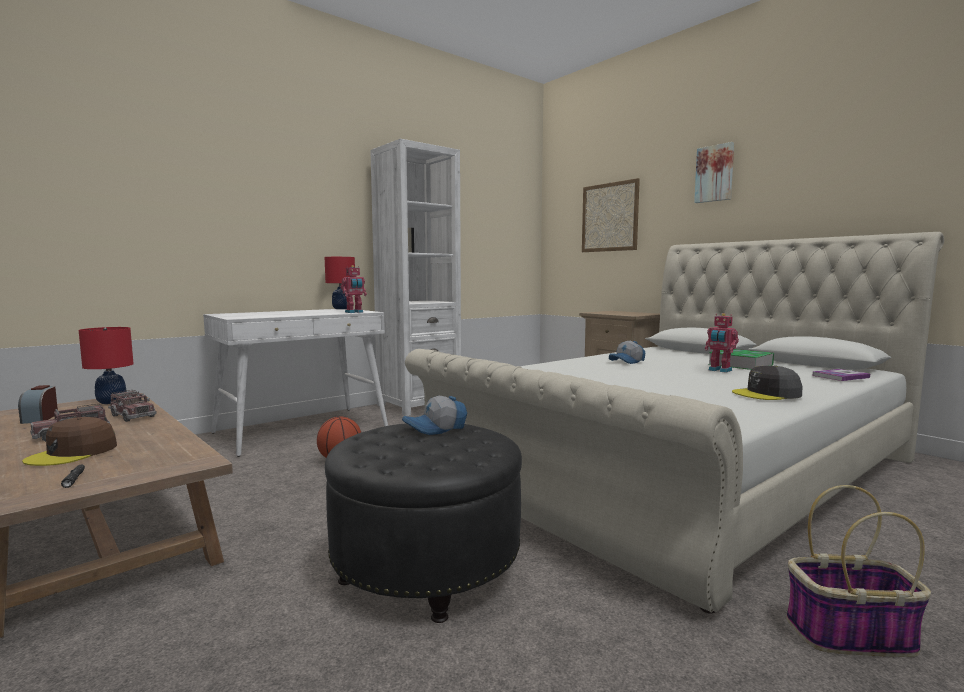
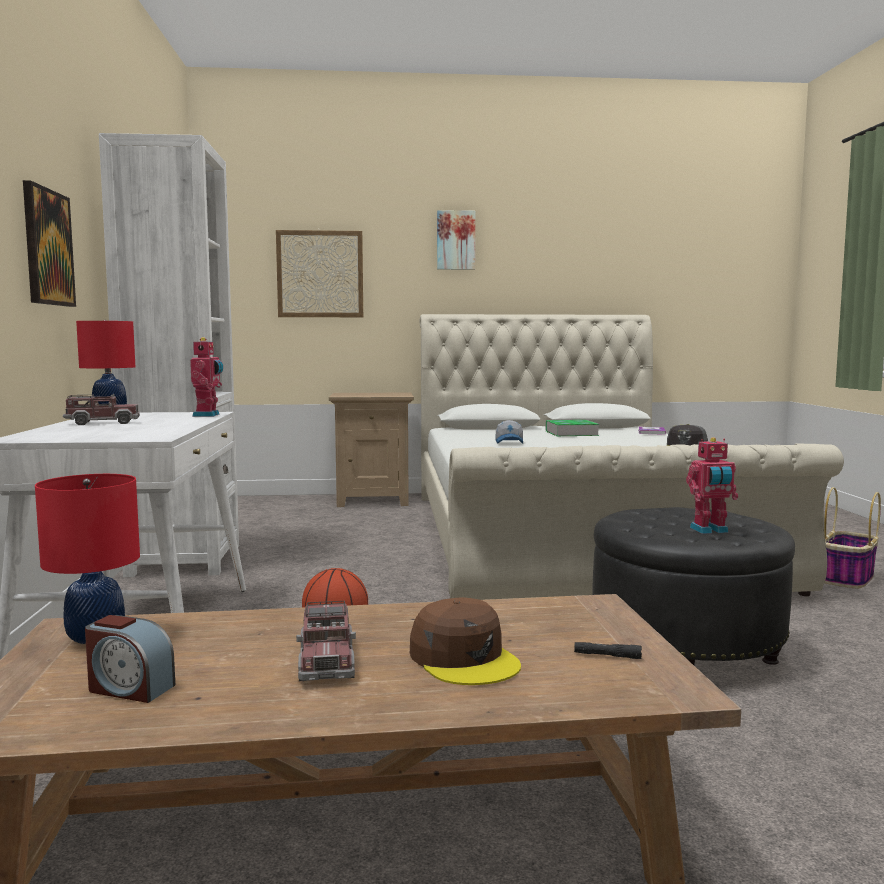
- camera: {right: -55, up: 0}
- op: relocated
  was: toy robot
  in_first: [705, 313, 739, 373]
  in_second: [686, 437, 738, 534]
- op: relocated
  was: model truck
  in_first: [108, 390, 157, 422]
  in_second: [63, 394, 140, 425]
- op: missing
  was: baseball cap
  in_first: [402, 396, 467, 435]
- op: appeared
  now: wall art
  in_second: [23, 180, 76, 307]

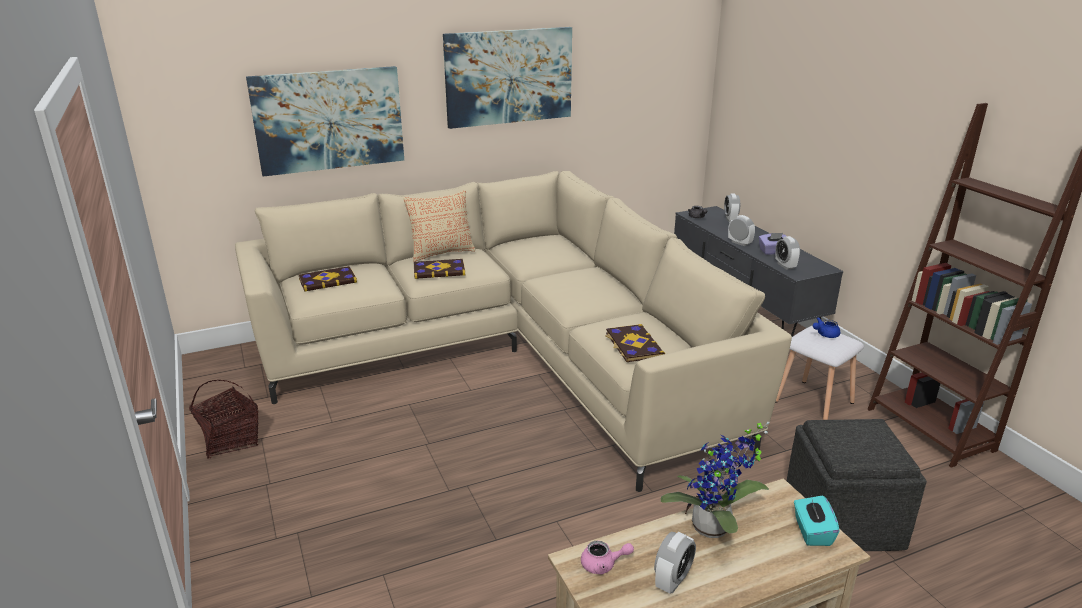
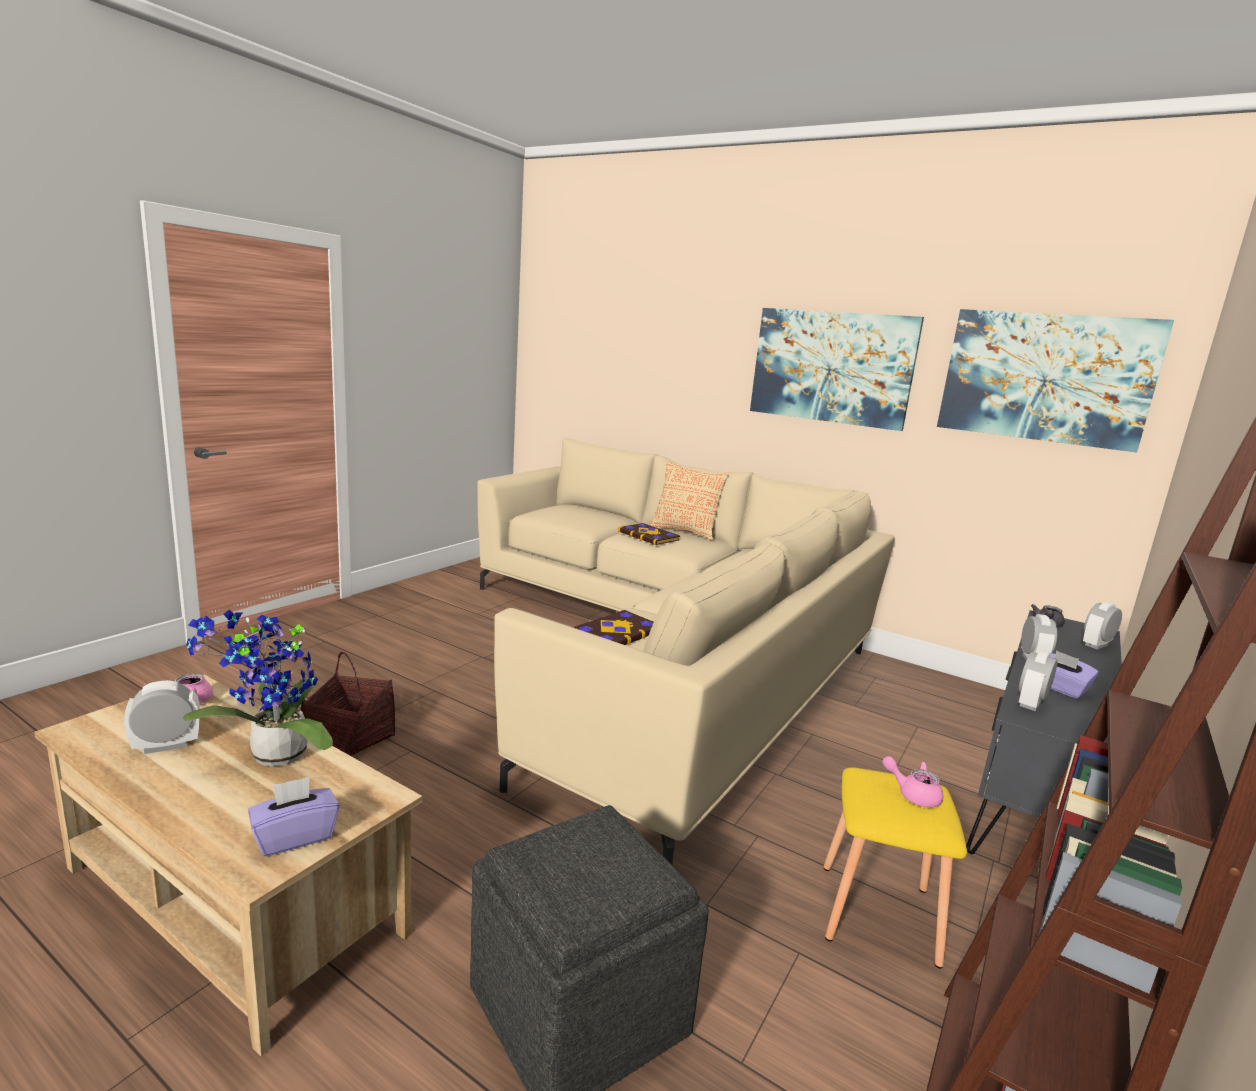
- camera: {right: 55, up: -10}
- op: relocated
  was: wall art
  in_first: [246, 66, 404, 177]
  in_second: [937, 309, 1174, 452]
- op: missing
  was: volume
  in_first: [298, 266, 357, 292]
- op: colour
  was: pot for tea in bluish
  now: pot for tea in pink
  in_first: [813, 317, 840, 338]
  in_second: [882, 756, 943, 807]
- op: colour
  was: sitting stool in whitish
  now: sitting stool in yellow
  in_first: [776, 325, 864, 420]
  in_second: [824, 767, 967, 969]
- op: relocated
  was: basket
  in_first: [189, 380, 259, 459]
  in_second: [301, 652, 395, 756]
- op: colour
  was: box of tissues in turquoise-coloured
  now: box of tissues in purple-coloured
  in_first: [794, 495, 840, 546]
  in_second: [248, 777, 339, 856]
- op: spun
  was: table clock
  in_first: [654, 532, 696, 594]
  in_second: [124, 680, 200, 754]
  clockwise: 150

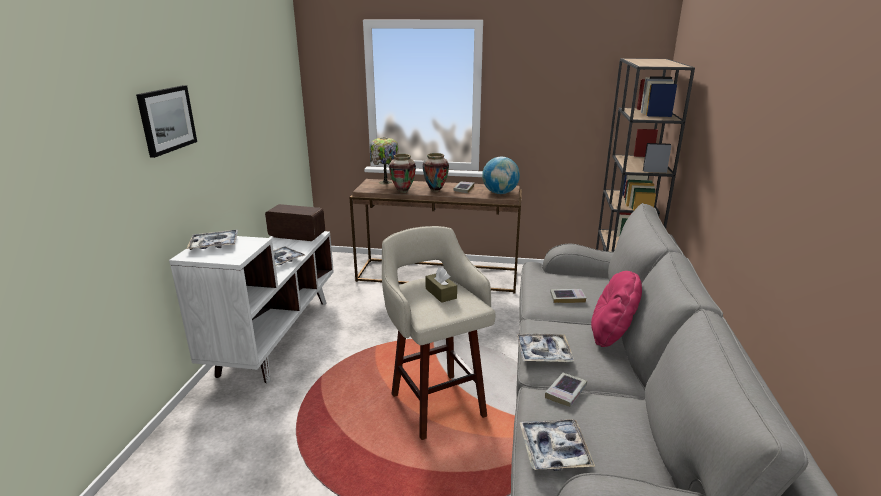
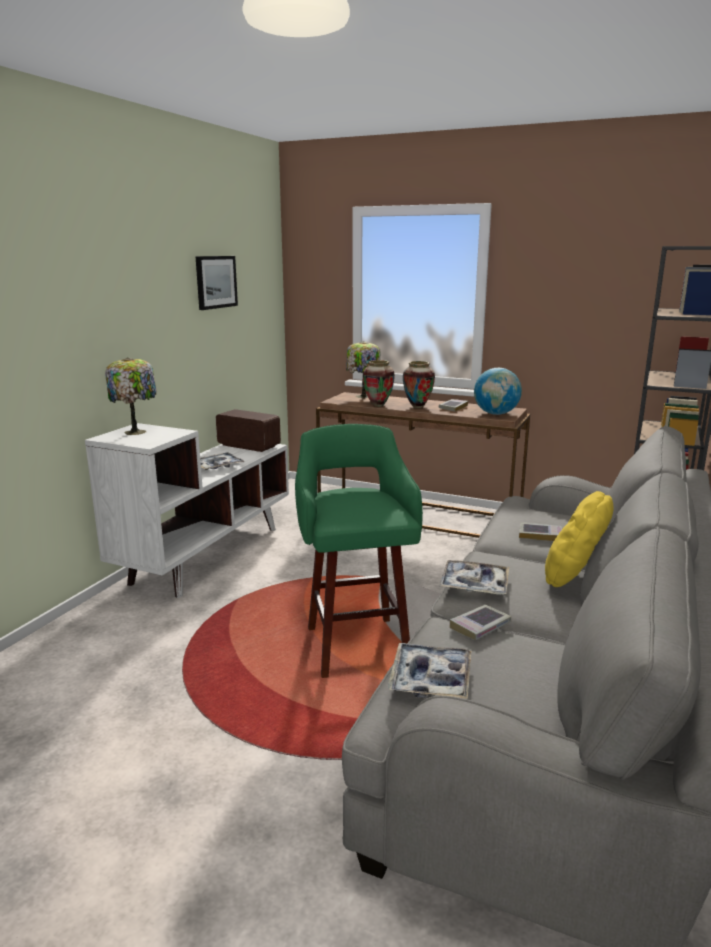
- camera: {right: 15, up: -5}
- op: relocated
  was: wall art
  in_first: [136, 85, 197, 158]
  in_second: [195, 256, 238, 310]
- op: colour
  was: sitting stool in beige
  now: sitting stool in green-coloured
  in_first: [382, 226, 495, 440]
  in_second: [295, 424, 423, 678]
- op: exchanged
  was: tray
  now: table lamp
  in_first: [186, 230, 238, 250]
  in_second: [105, 357, 157, 435]
- op: missing
  was: box of tissues in brown-coloured
  in_first: [425, 267, 457, 303]
- op: colour
  was: cushion in pink
  now: cushion in yellow
  in_first: [591, 271, 642, 347]
  in_second: [545, 491, 614, 587]

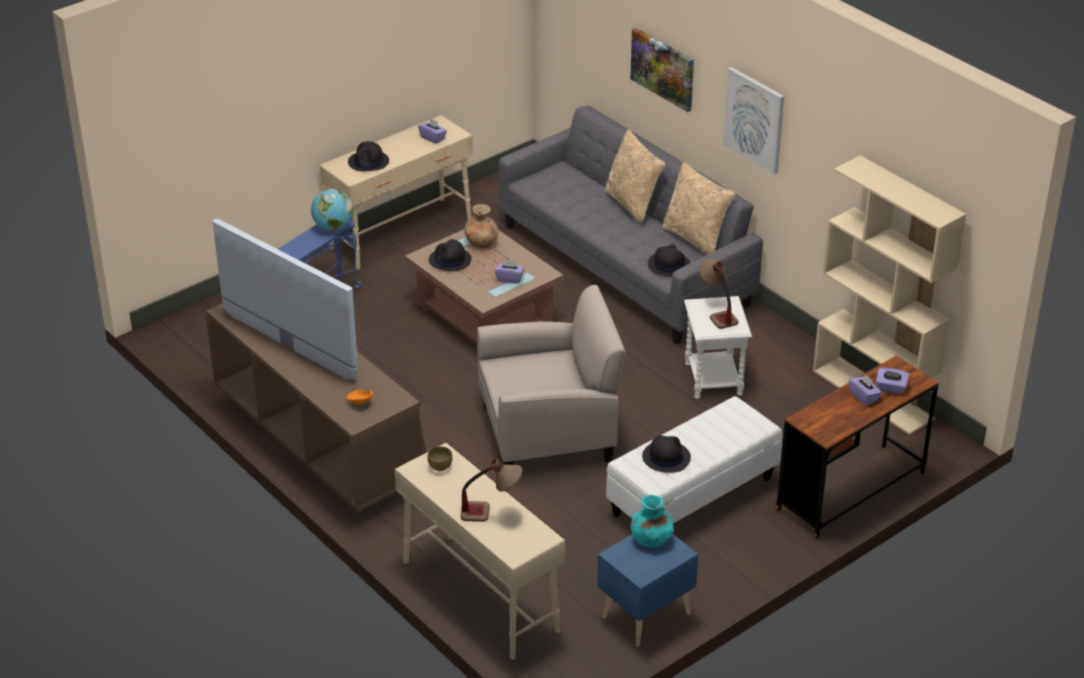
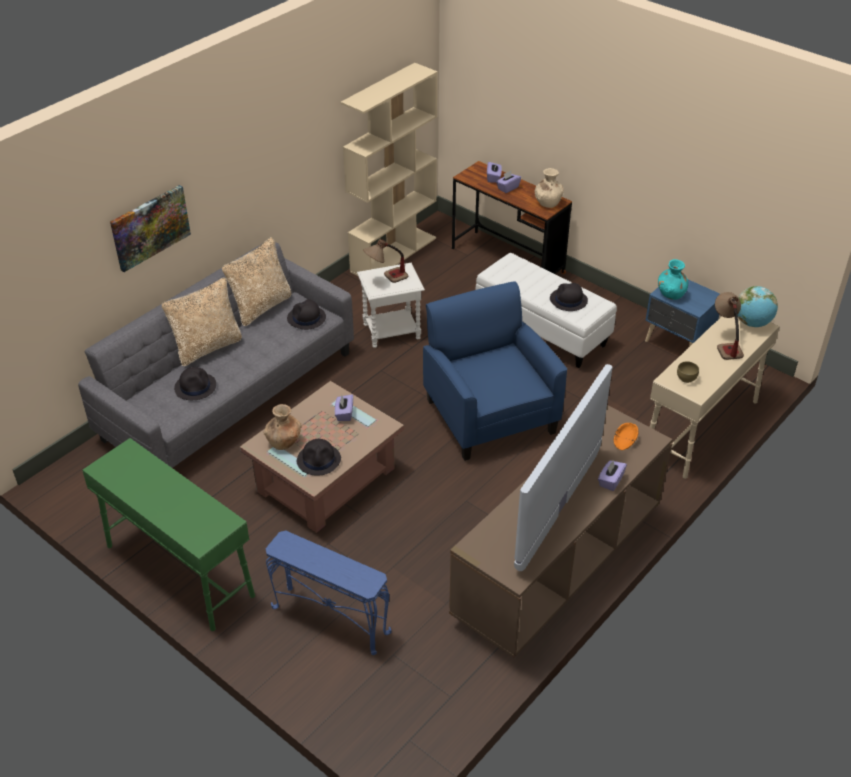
- camera: {right: -100, up: 5}
- op: missing
  was: wall art
  in_first: [723, 67, 784, 174]
- op: colour
  was: hall table in beige
  now: hall table in green-coloured
  in_first: [320, 115, 473, 270]
  in_second: [82, 438, 255, 631]
- op: relocated
  was: box of tissues in purple-coloured
  in_first: [418, 118, 447, 144]
  in_second: [598, 460, 627, 491]
- op: relocated
  was: clothing hat in black-coloured
  in_first: [348, 141, 389, 172]
  in_second: [174, 367, 216, 400]
- op: relocated
  was: world globe
  in_first: [311, 189, 353, 231]
  in_second: [737, 286, 778, 327]
- op: colour
  was: armchair in beige
  now: armchair in bluish
  in_first: [477, 285, 626, 465]
  in_second: [423, 282, 568, 461]
- op: appeared
  now: decorative vase in beige
  in_second: [534, 168, 564, 208]

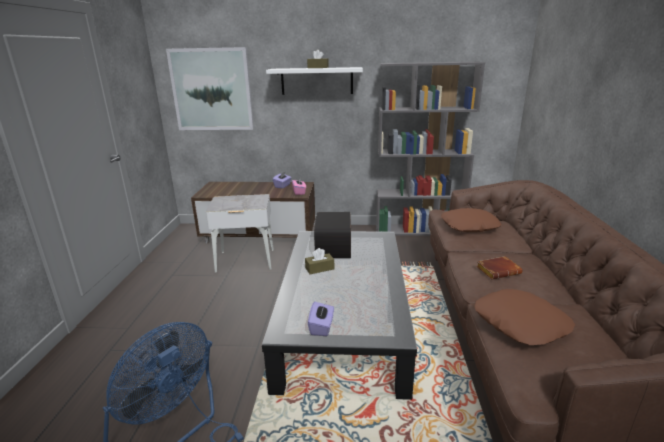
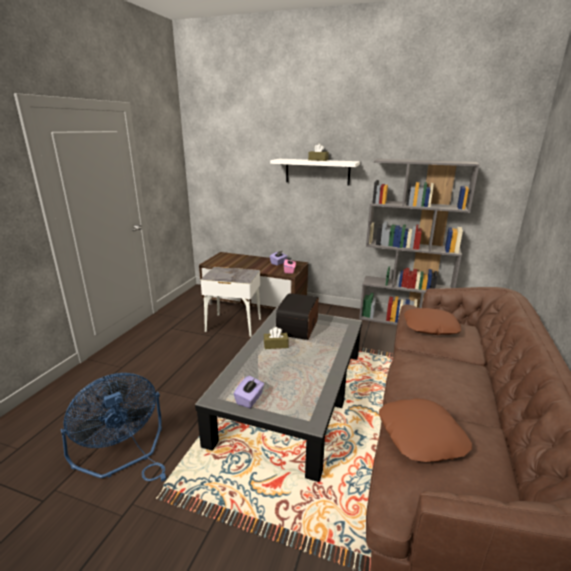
- camera: {right: 15, up: 0}
- op: missing
  was: wall art
  in_first: [166, 47, 254, 130]
- op: missing
  was: volume in brown-coloured
  in_first: [476, 256, 522, 279]

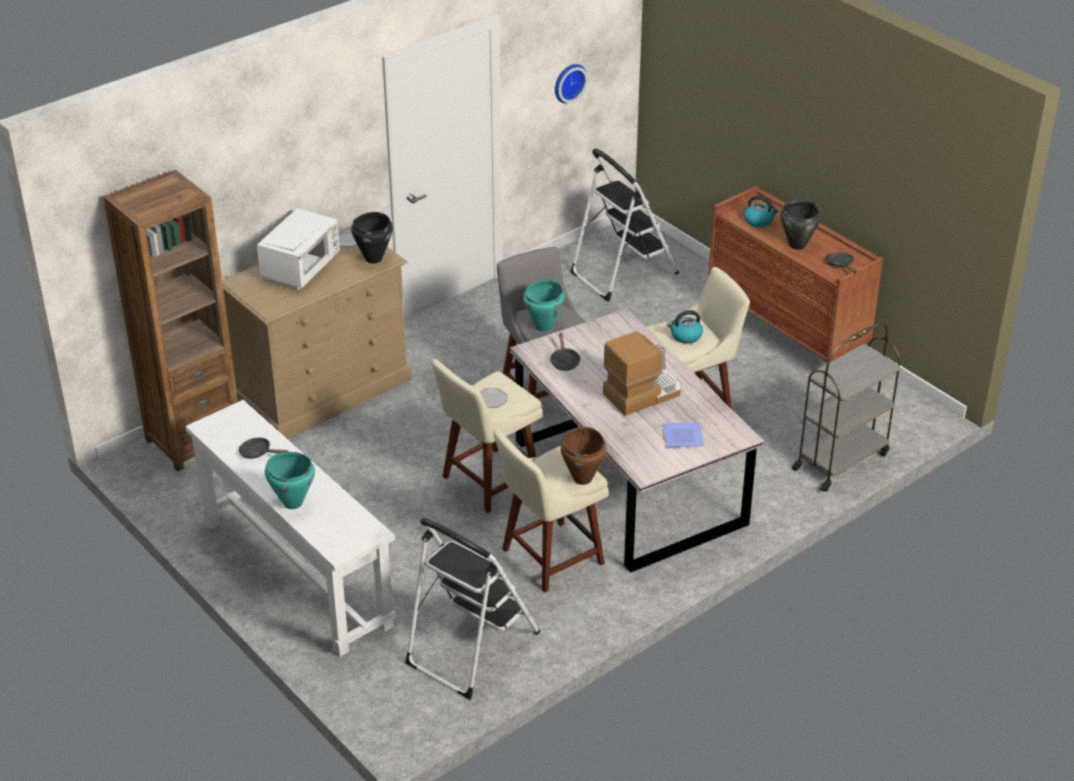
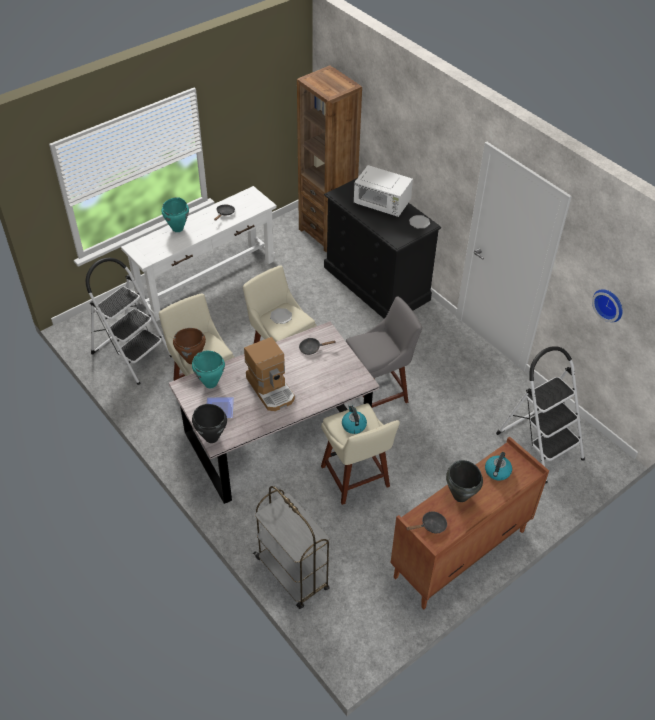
- camera: {right: 90, up: 10}
- op: relocated
  was: cooking pot in black-coloured
  in_first: [351, 212, 393, 264]
  in_second: [192, 404, 227, 443]
- op: colour
  was: chest of drawers in beige
  now: chest of drawers in black-coloured
  in_first: [222, 226, 412, 439]
  in_second: [324, 178, 441, 319]
- op: relocated
  was: cooking pot in turquoise-coloured
  in_first: [523, 280, 564, 332]
  in_second: [192, 351, 225, 388]

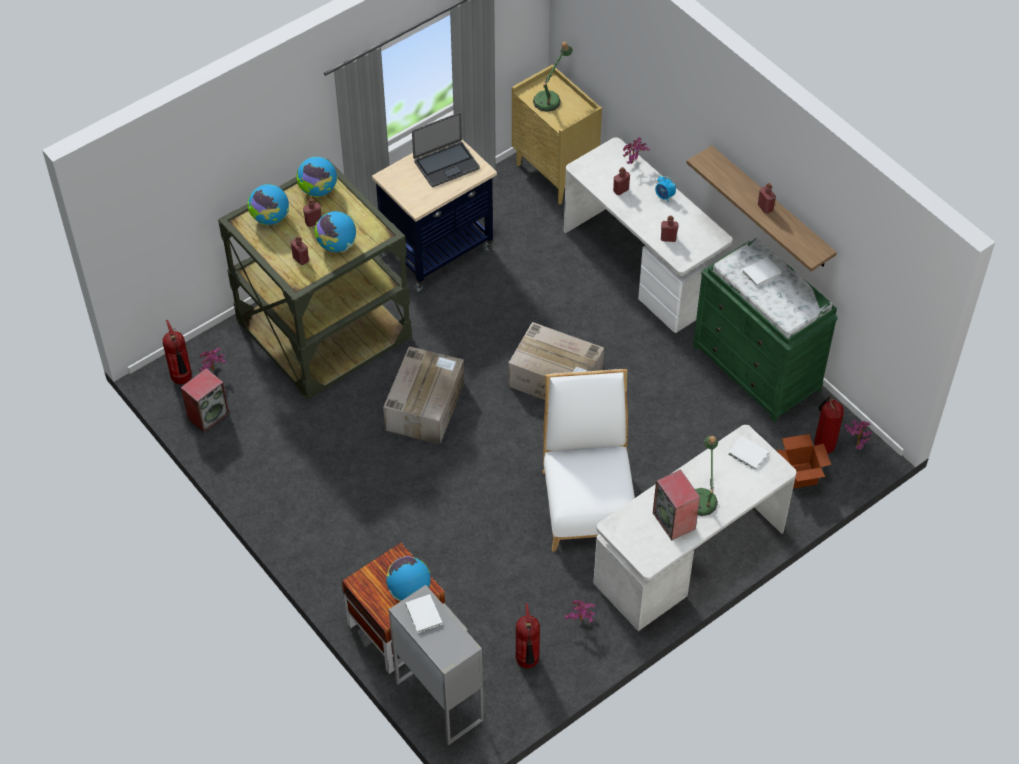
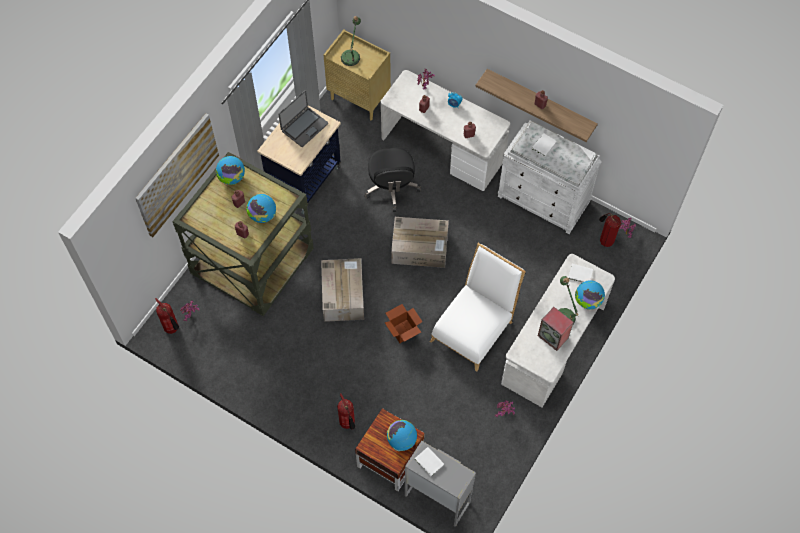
- camera: {right: -20, up: 10}
- op: relocated
  was: world globe
  in_first: [247, 184, 289, 225]
  in_second: [575, 280, 605, 310]
- op: colour
  was: chest of drawers in green-coloured
  now: chest of drawers in whitish
  in_first: [693, 238, 838, 422]
  in_second: [498, 120, 602, 234]
- op: missing
  was: loudspeaker
  in_first: [181, 368, 229, 433]
- op: spun
  was: chair in whitish
  in_first: [543, 369, 635, 552]
  in_second: [430, 243, 526, 371]
  clockwise: 60
- op: relocated
  was: cardboard box
  in_first: [777, 434, 831, 489]
  in_second: [385, 304, 423, 343]
- op: relocated
  was: fire extinguisher
  in_first: [516, 603, 540, 669]
  in_second: [337, 393, 355, 429]
- op: appeared
  now: wall art
  in_second: [135, 113, 219, 237]
- op: appeared
  now: office chair in black-coloured
  in_second: [365, 148, 421, 212]

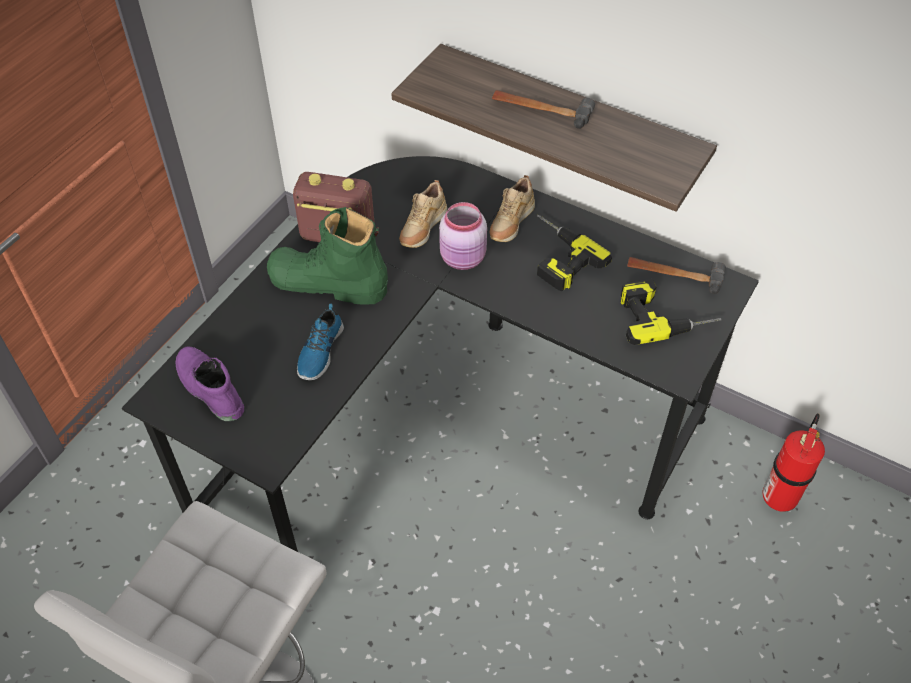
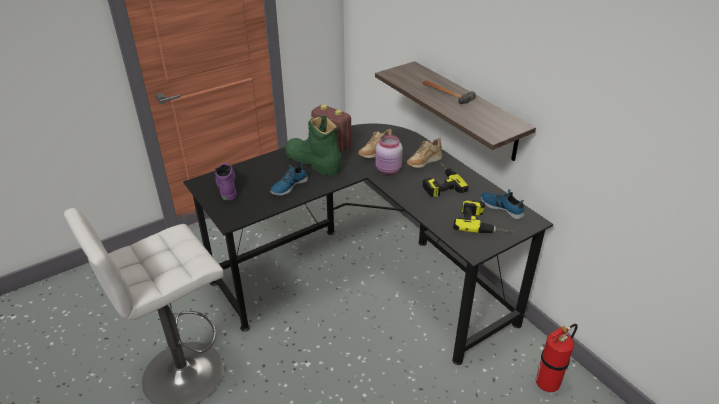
- camera: {right: 25, up: -15}
- op: exchanged
  was: hammer
  now: item of footwear
  in_first: [627, 257, 726, 294]
  in_second: [481, 189, 525, 219]

